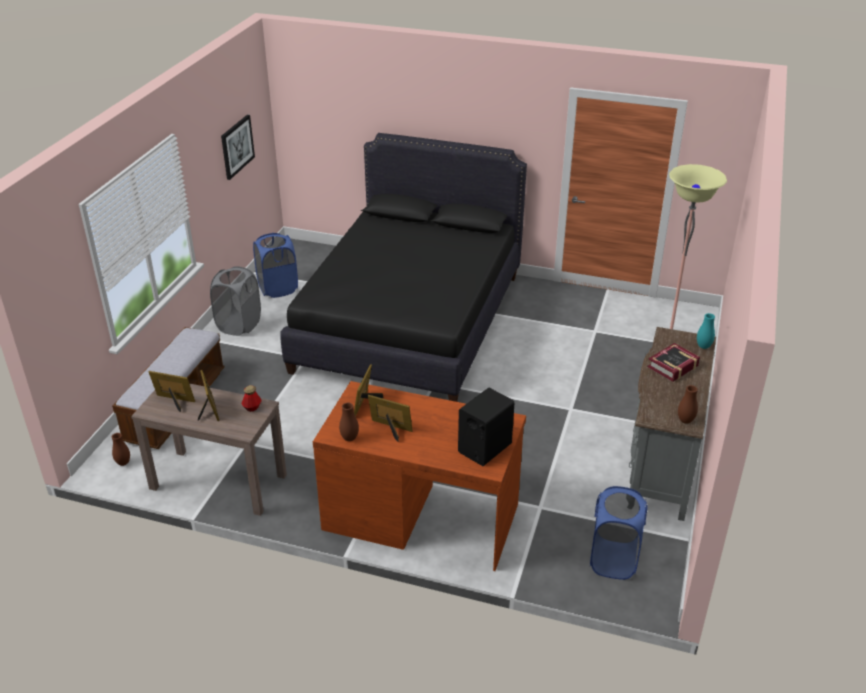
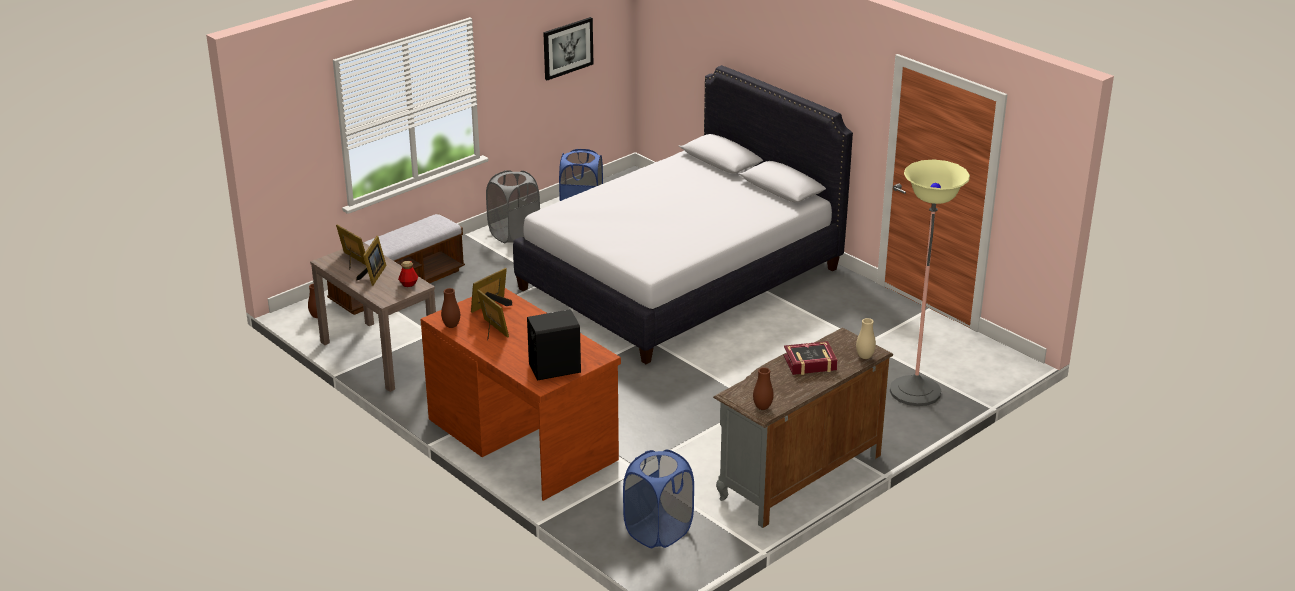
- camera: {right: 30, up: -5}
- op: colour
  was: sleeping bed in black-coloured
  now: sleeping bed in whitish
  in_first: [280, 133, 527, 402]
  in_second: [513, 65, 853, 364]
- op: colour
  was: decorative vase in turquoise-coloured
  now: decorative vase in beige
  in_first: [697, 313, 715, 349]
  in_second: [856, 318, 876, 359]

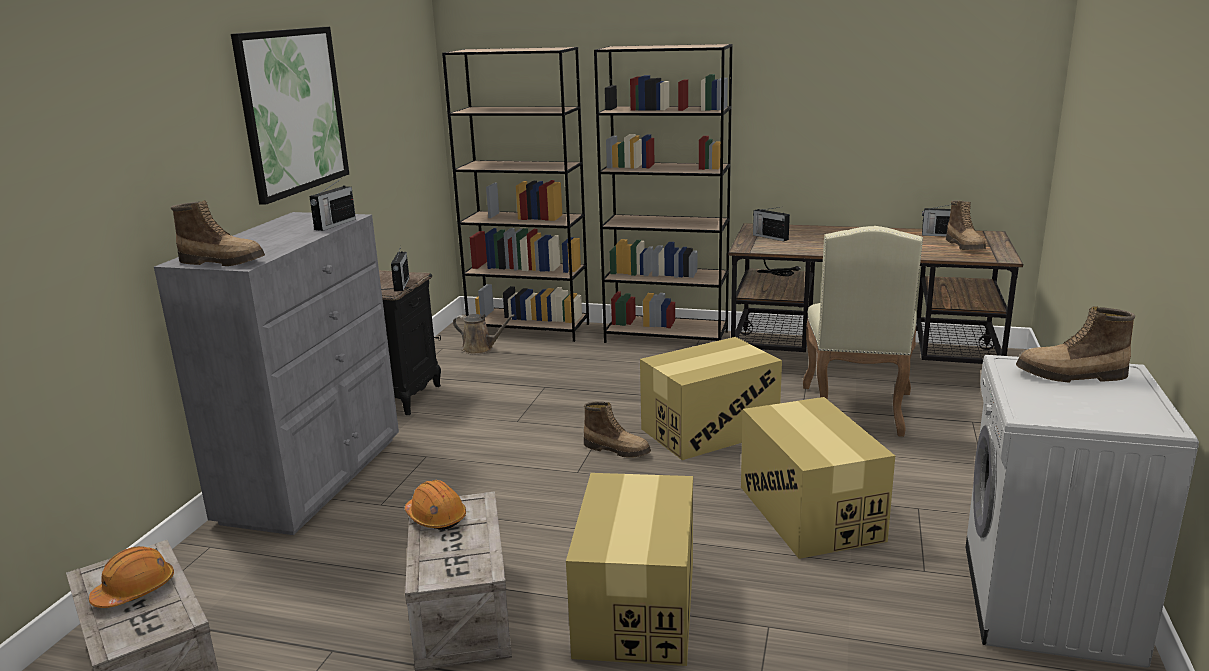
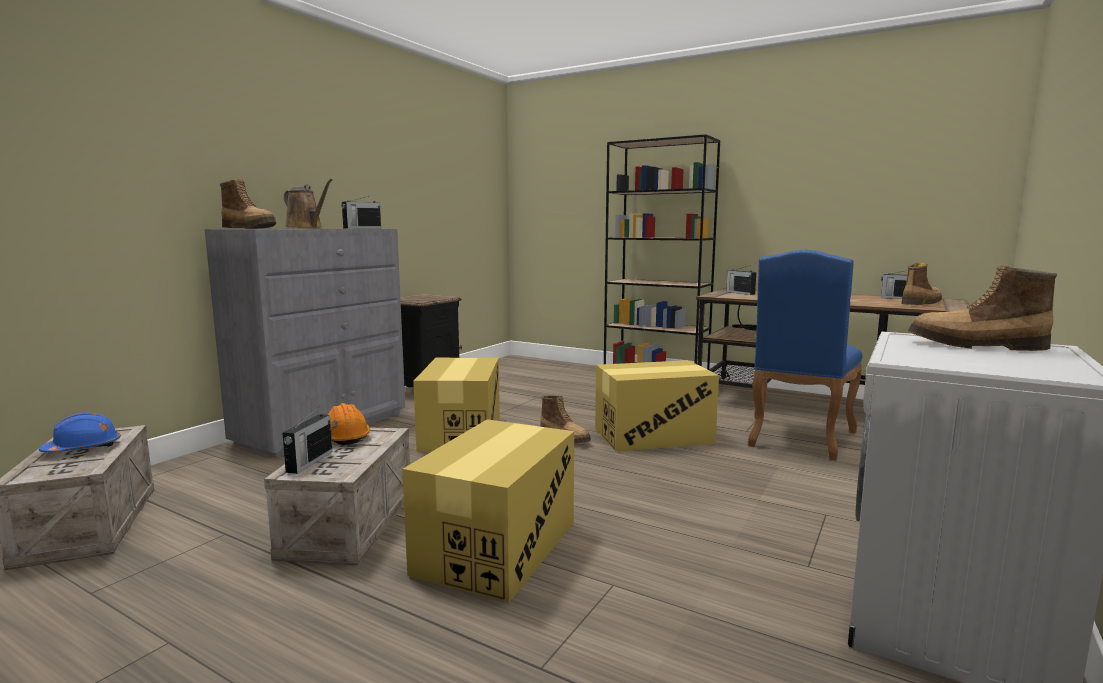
- camera: {right: 15, up: -10}
- op: missing
  was: wall art
  in_first: [231, 27, 349, 205]
- op: missing
  was: shelving unit in beige
  in_first: [442, 47, 589, 342]
- op: spun
  was: high-top boot
  in_first: [946, 200, 986, 250]
  in_second: [901, 263, 942, 305]
  clockwise: -135
- op: colour
  was: chair in beige
  now: chair in bluish
  in_first: [803, 226, 923, 437]
  in_second: [748, 249, 863, 461]
- op: relocated
  was: radio receiver
  in_first: [391, 246, 410, 291]
  in_second: [282, 409, 332, 474]
- op: relocated
  was: sprinkling can in brown-coloured
  in_first: [453, 314, 515, 354]
  in_second: [284, 179, 332, 229]
- op: relocated
  was: cardboard box
  in_first: [741, 397, 895, 559]
  in_second: [413, 358, 500, 452]
- op: colour
  was: hard hat in orangey
  now: hard hat in bluish
  in_first: [89, 546, 174, 608]
  in_second: [39, 412, 121, 452]

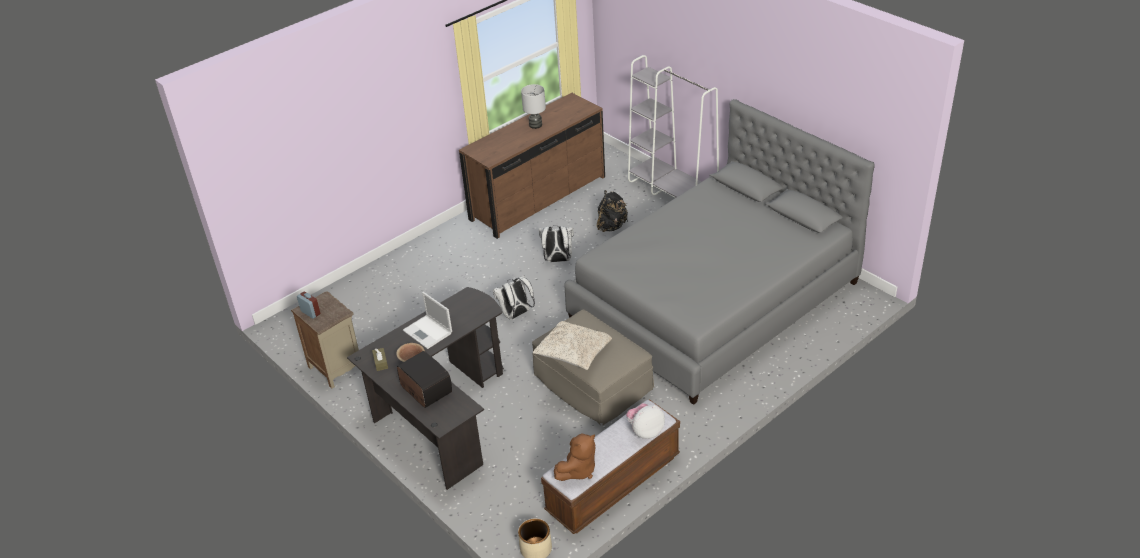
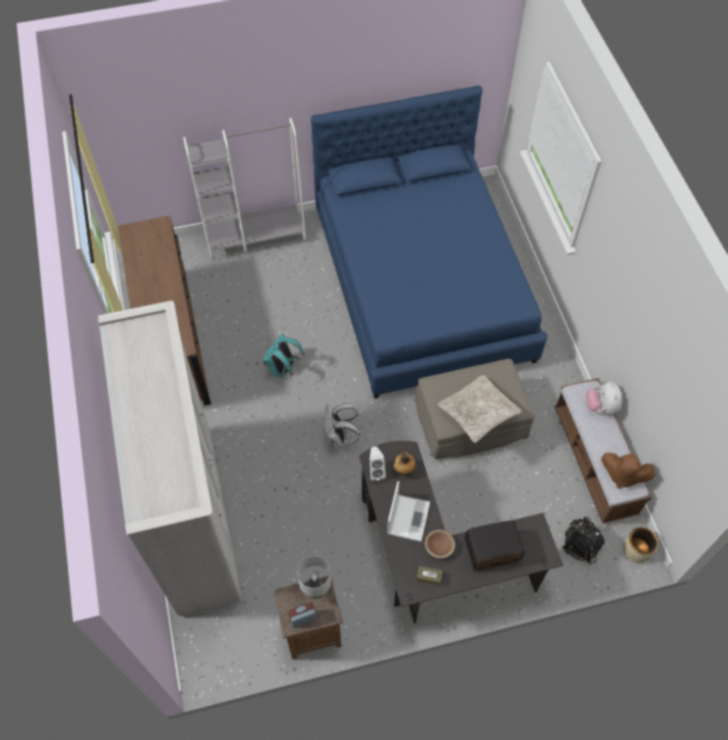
- camera: {right: -65, up: 20}
- op: relocated
  was: table lamp in greyish
  in_first: [521, 84, 546, 129]
  in_second: [297, 556, 331, 599]
- op: colour
  was: sleeping bed in greyish
  now: sleeping bed in bluish
  in_first: [564, 99, 875, 405]
  in_second: [311, 85, 547, 399]
- op: relocated
  was: knapsack in black-coloured
  in_first: [597, 190, 628, 232]
  in_second: [562, 517, 605, 565]
- op: colour
  was: knapsack in whitish
  now: knapsack in turquoise-coloured
  in_first: [539, 225, 574, 262]
  in_second: [263, 333, 305, 379]
- op: spun
  was: notebook computer
  in_first: [403, 292, 452, 349]
  in_second: [387, 481, 430, 542]
  clockwise: -60
- op: spun
  was: soft toy in brown-coloured
  in_first: [554, 433, 595, 481]
  in_second: [601, 453, 655, 489]
  clockwise: 135
- op: appeared
  now: clothes cupboard in whitish
  in_second: [98, 301, 242, 616]
- op: appeared
  now: loudspeaker in whitish
  in_second: [370, 446, 386, 481]
- op: appeared
  now: bottle
  in_second: [393, 452, 416, 476]

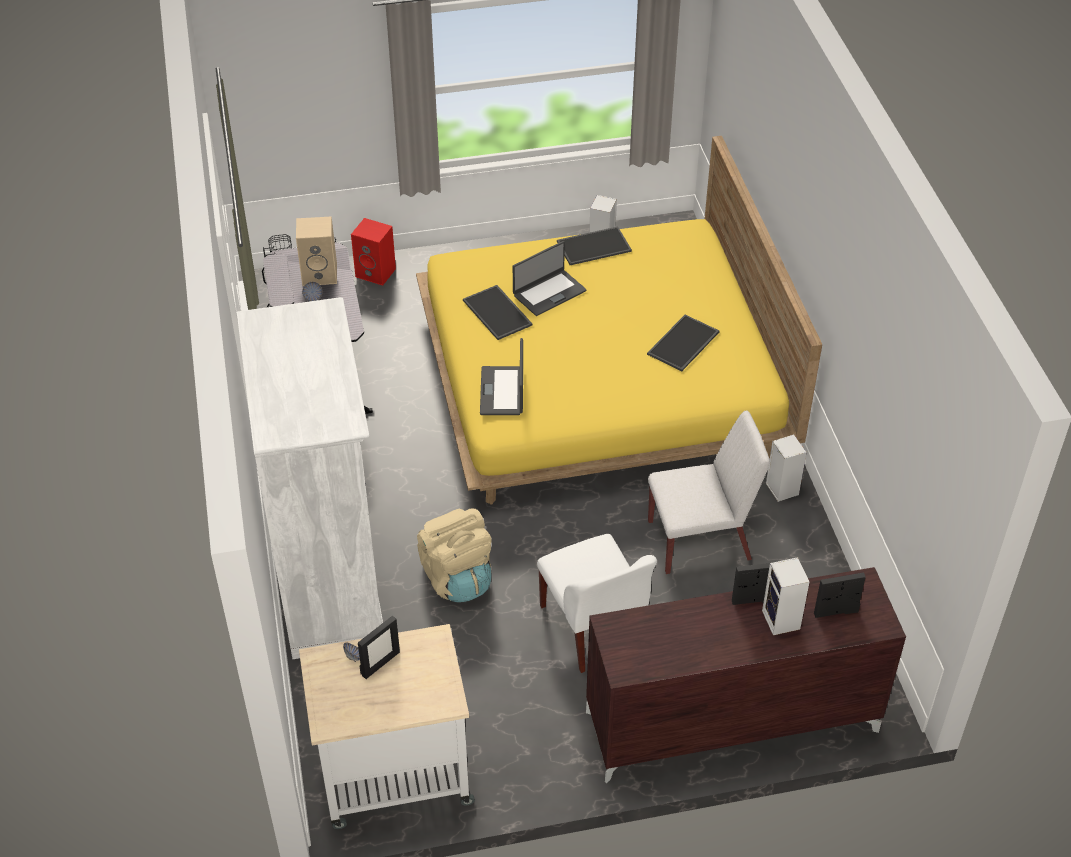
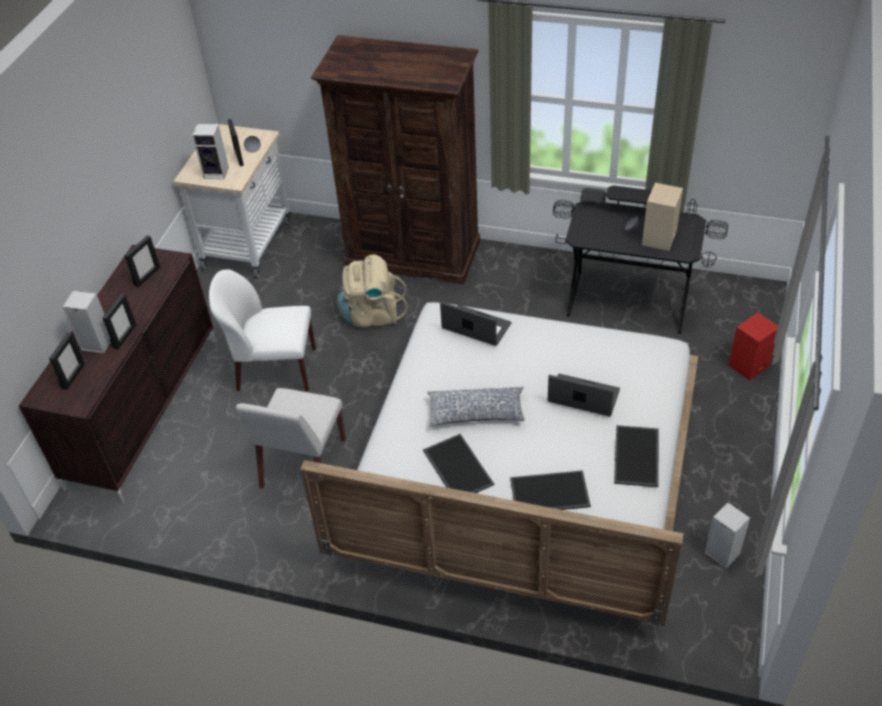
- camera: {right: 120, up: 0}
- op: colour
  was: sleeping bed in yellow
  now: sleeping bed in whitish
  in_first: [416, 136, 822, 505]
  in_second: [300, 302, 698, 626]
- op: spun
  was: notebook computer
  in_first: [513, 241, 586, 316]
  in_second: [548, 374, 620, 416]
  clockwise: 120
- op: relocated
  was: tray
  in_first: [463, 285, 533, 340]
  in_second: [510, 470, 591, 510]
- op: colour
  was: clothes cupboard in whitish
  now: clothes cupboard in brown-coloured
  in_first: [237, 297, 383, 659]
  in_second: [311, 35, 480, 285]
- op: relocated
  was: loudspeaker
  in_first: [766, 434, 807, 502]
  in_second: [192, 124, 229, 179]
- op: appeared
  now: photo frame
  in_second: [125, 235, 160, 287]
- op: appeared
  now: cushion
  in_second: [427, 386, 525, 426]

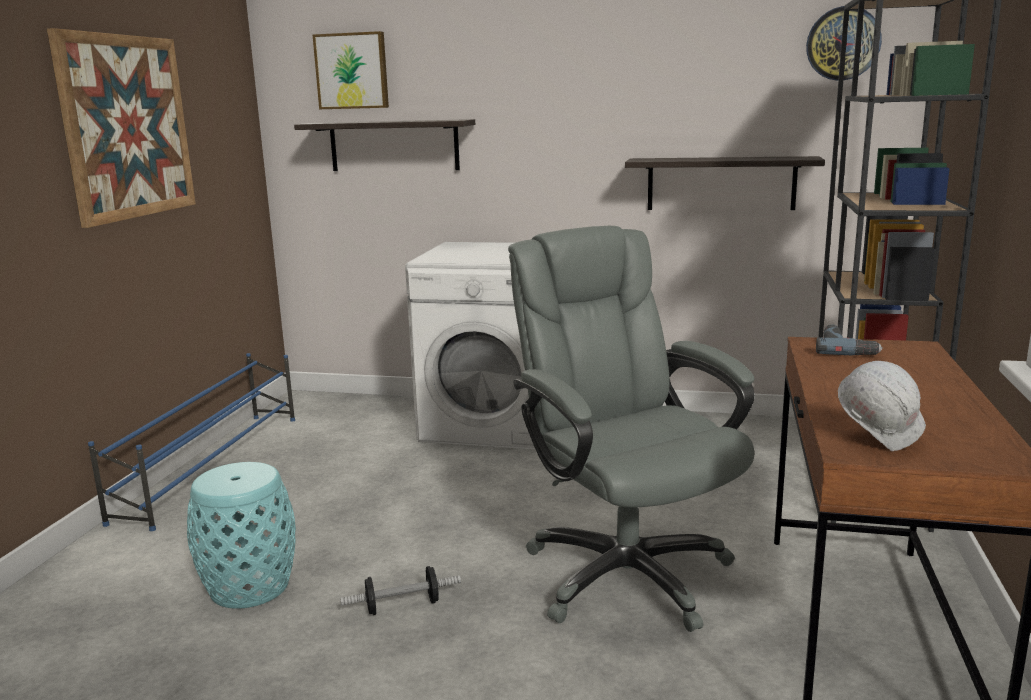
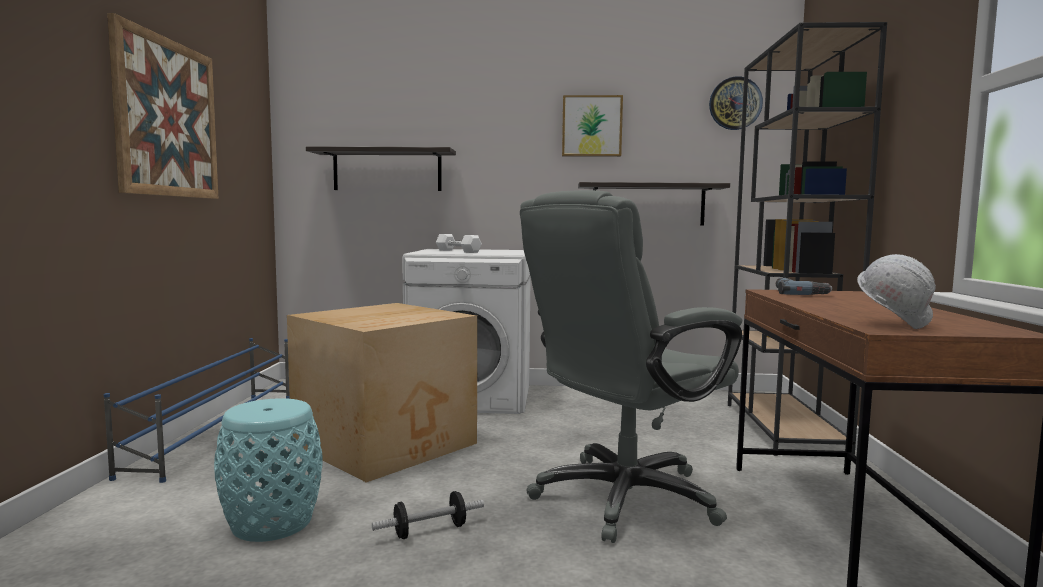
- camera: {right: -10, up: -10}
- op: relocated
  was: wall art
  in_first: [313, 31, 389, 109]
  in_second: [562, 95, 623, 157]
- op: spun
  was: office chair in greyish
  in_first: [508, 226, 755, 632]
  in_second: [520, 190, 742, 543]
  clockwise: -90
- op: appeared
  now: dumbbell in whitish
  in_second: [436, 234, 482, 253]
- op: appeared
  now: cardboard box
  in_second: [287, 303, 477, 483]

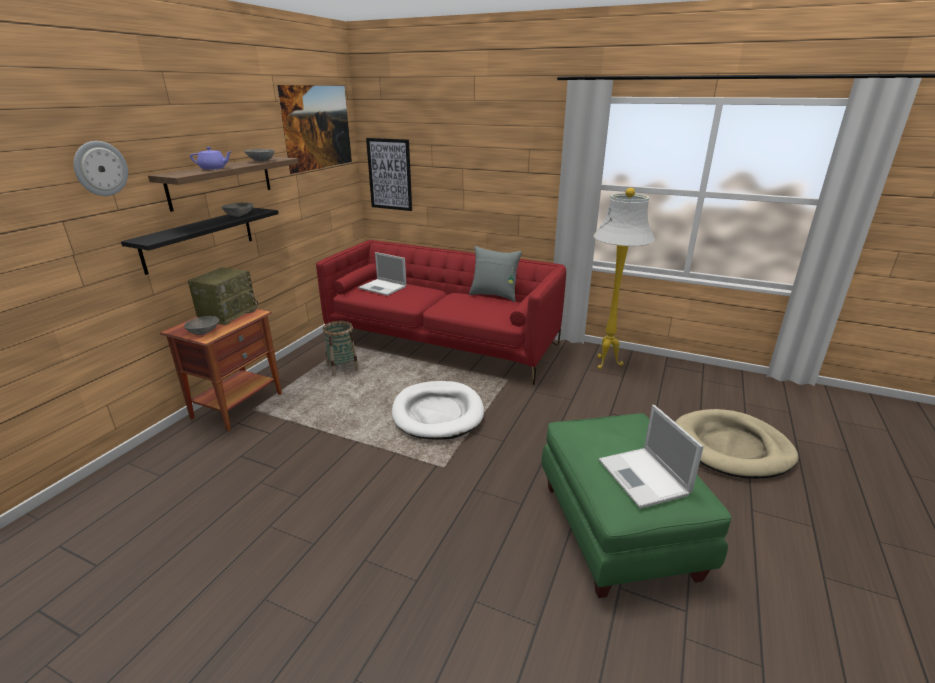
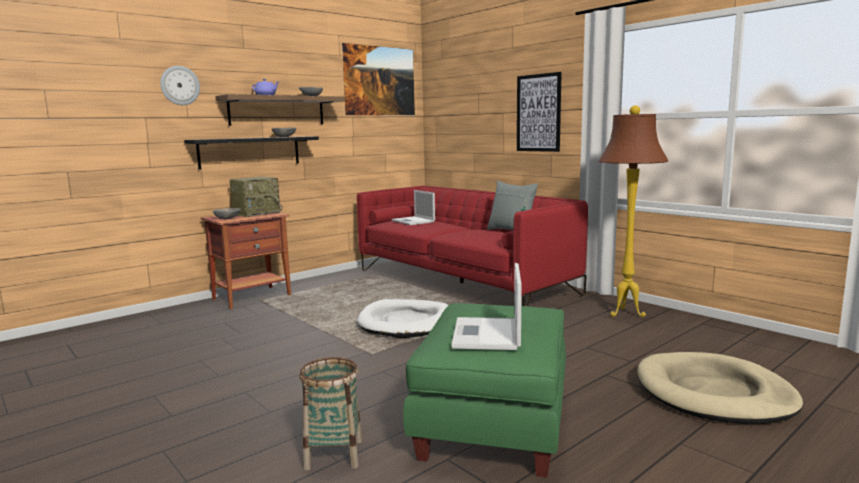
- camera: {right: 25, up: -15}
- op: relocated
  was: wall art
  in_first: [366, 138, 412, 211]
  in_second: [517, 72, 562, 152]
- op: colour
  was: standard lamp in whitish
  now: standard lamp in brown-coloured
  in_first: [594, 188, 655, 369]
  in_second: [599, 105, 668, 317]
- op: relocated
  was: basket
  in_first: [323, 321, 359, 376]
  in_second: [299, 357, 362, 471]

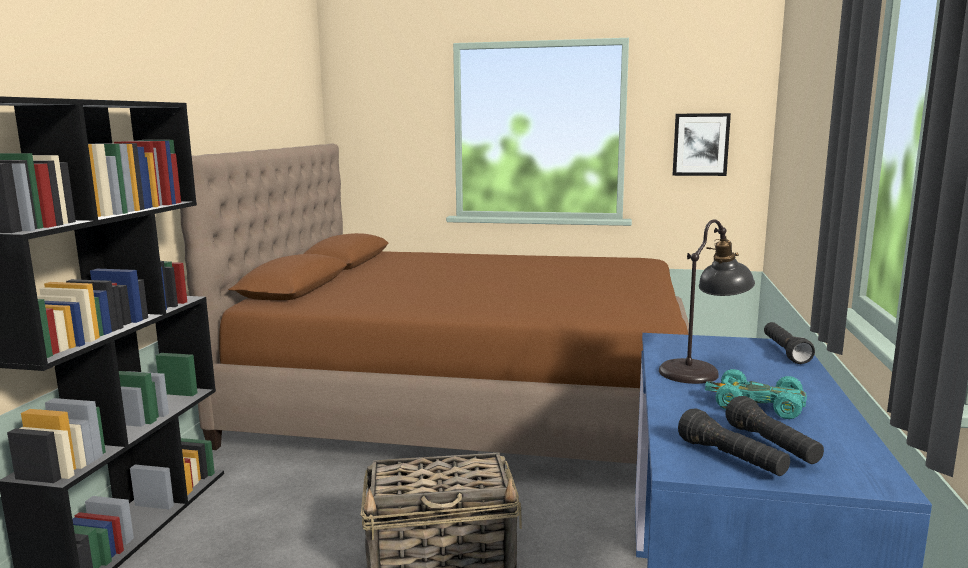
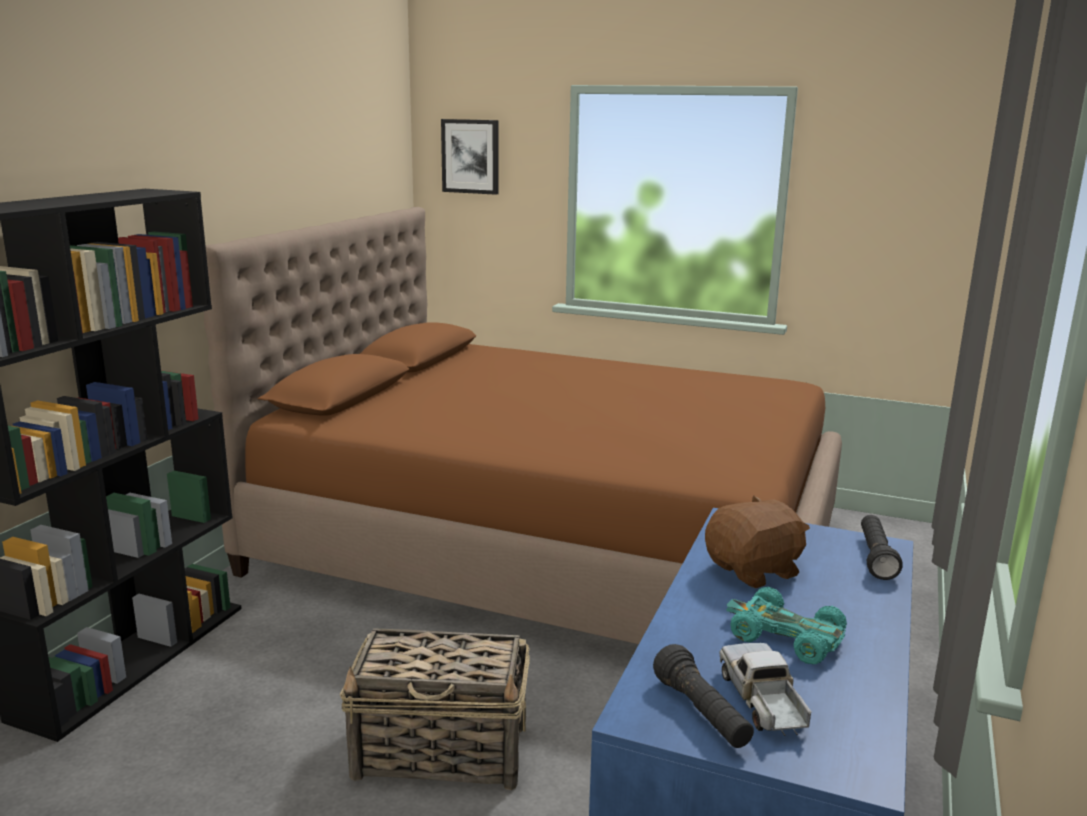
- camera: {right: 10, up: 5}
- op: relocated
  was: wall art
  in_first: [673, 113, 731, 176]
  in_second: [441, 119, 498, 195]
- op: exchanged
  was: table lamp in greyish
  now: soft toy in brown-coloured
  in_first: [659, 219, 755, 384]
  in_second: [705, 496, 810, 588]
- op: exchanged
  was: torch in black-coloured
  now: model truck
  in_first: [725, 396, 824, 464]
  in_second: [719, 643, 812, 736]

